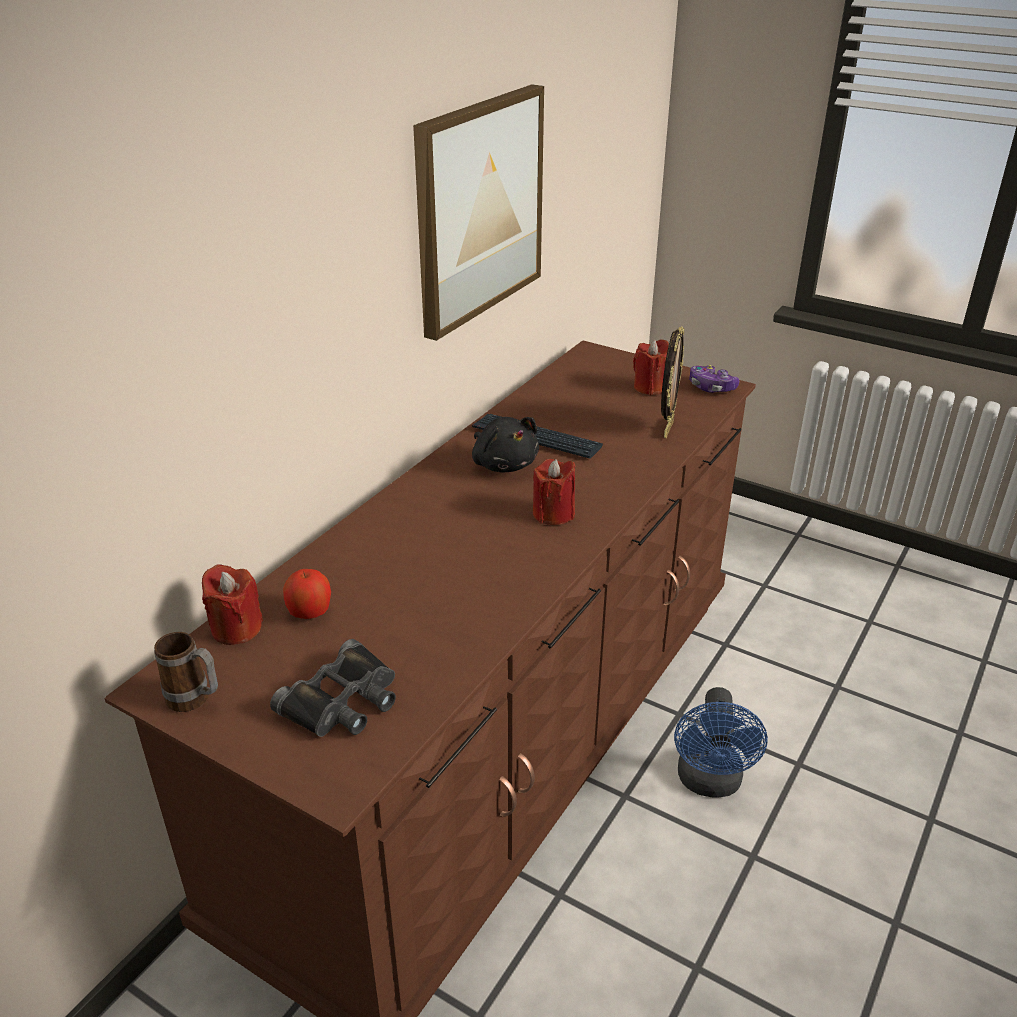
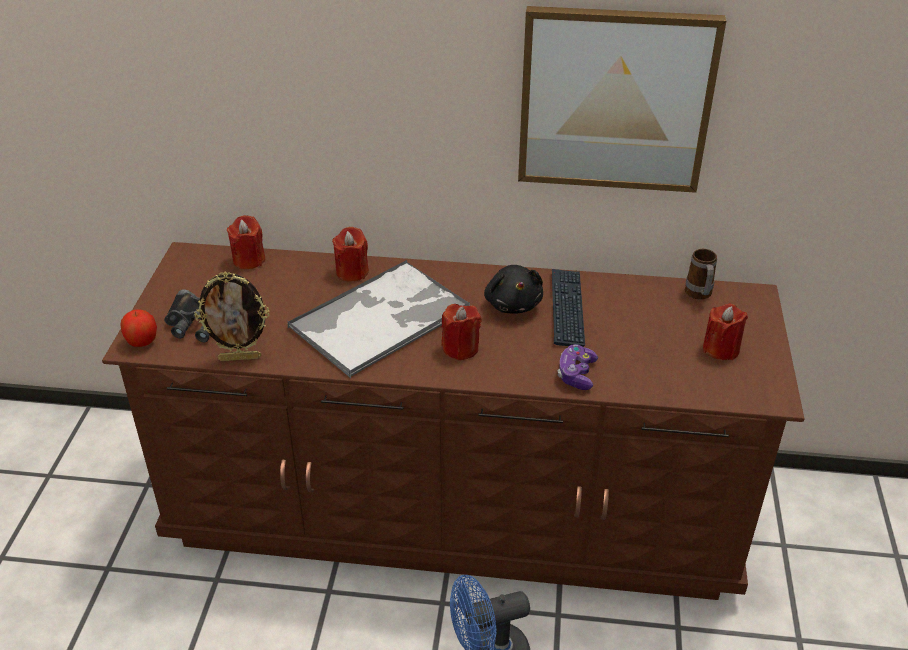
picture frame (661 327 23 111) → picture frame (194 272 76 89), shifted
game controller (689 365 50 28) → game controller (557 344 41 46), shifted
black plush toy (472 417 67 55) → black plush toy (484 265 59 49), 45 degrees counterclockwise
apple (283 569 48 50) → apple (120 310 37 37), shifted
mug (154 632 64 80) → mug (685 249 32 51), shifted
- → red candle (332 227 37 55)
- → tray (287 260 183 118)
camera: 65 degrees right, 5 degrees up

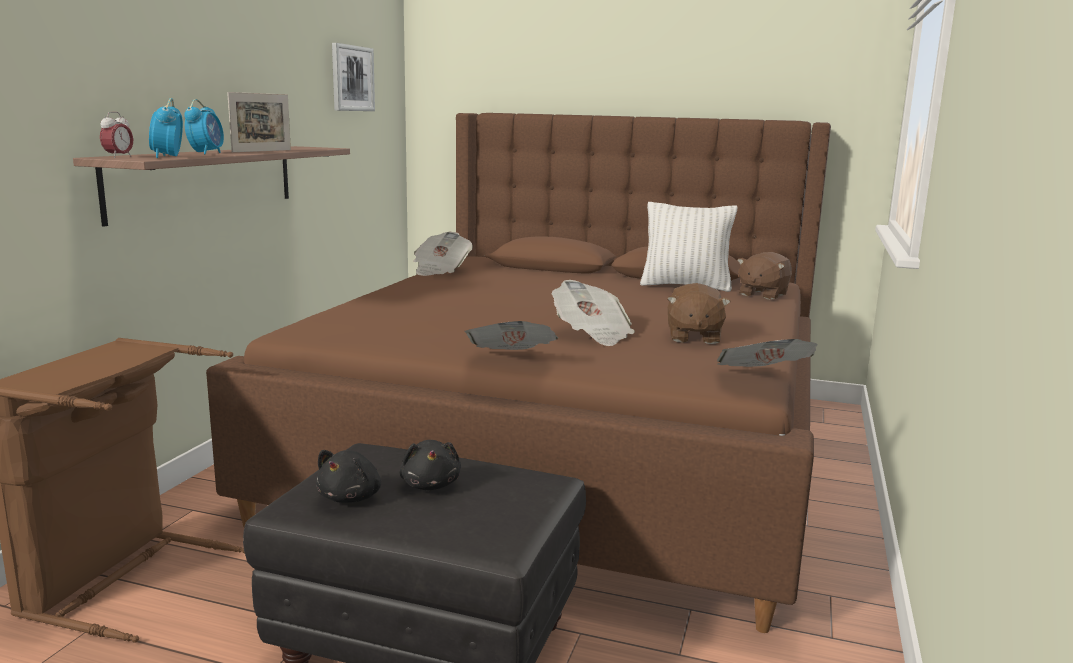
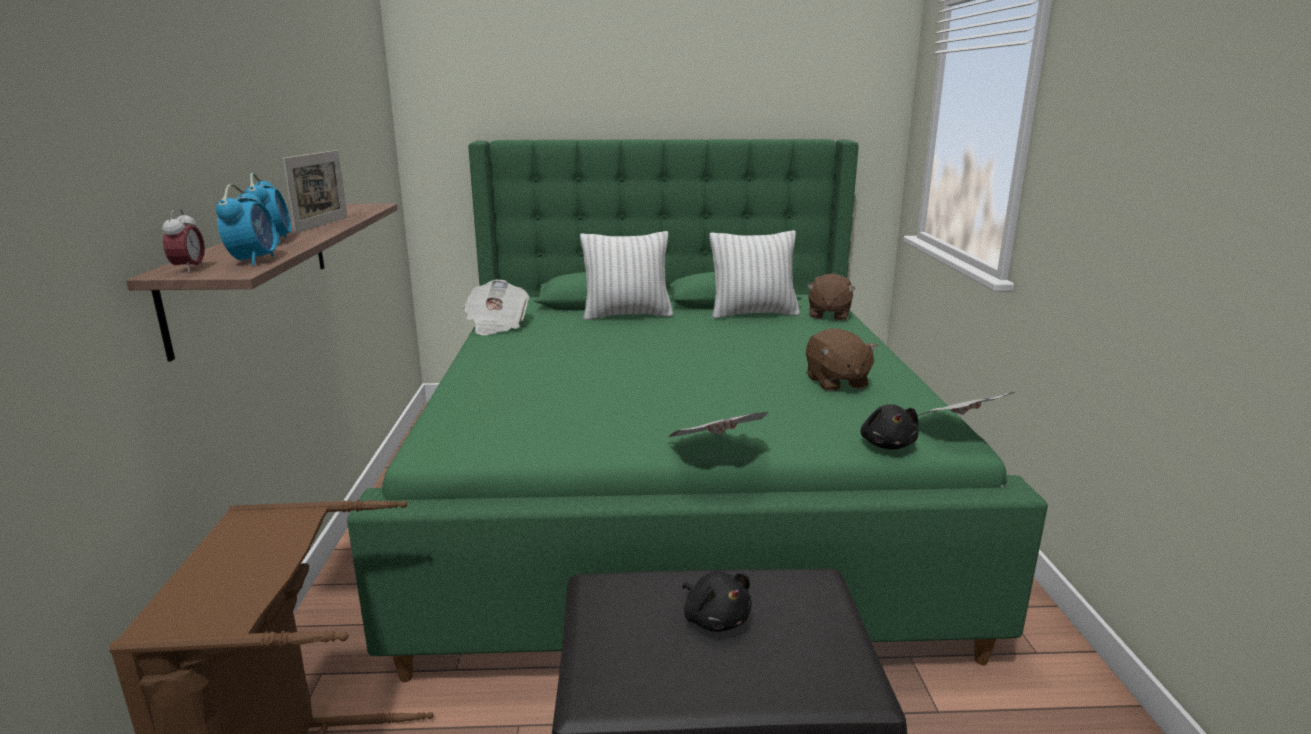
picture (332 43 43 68) → -
alarm clock (149 98 34 60) → alarm clock (216 184 61 82), 150 degrees counterclockwise
brown bed (206 113 625 520) → green bed (347 139 701 543)
newspaper (552 280 83 66) → -
black plush toy (316 450 65 53) → black plush toy (861 404 58 46), shifted
- → white pillow (580 231 93 89)
camera: 20 degrees left, 5 degrees up

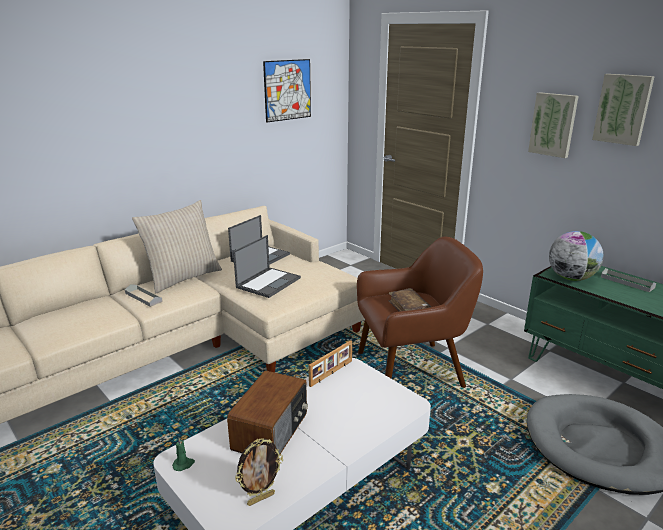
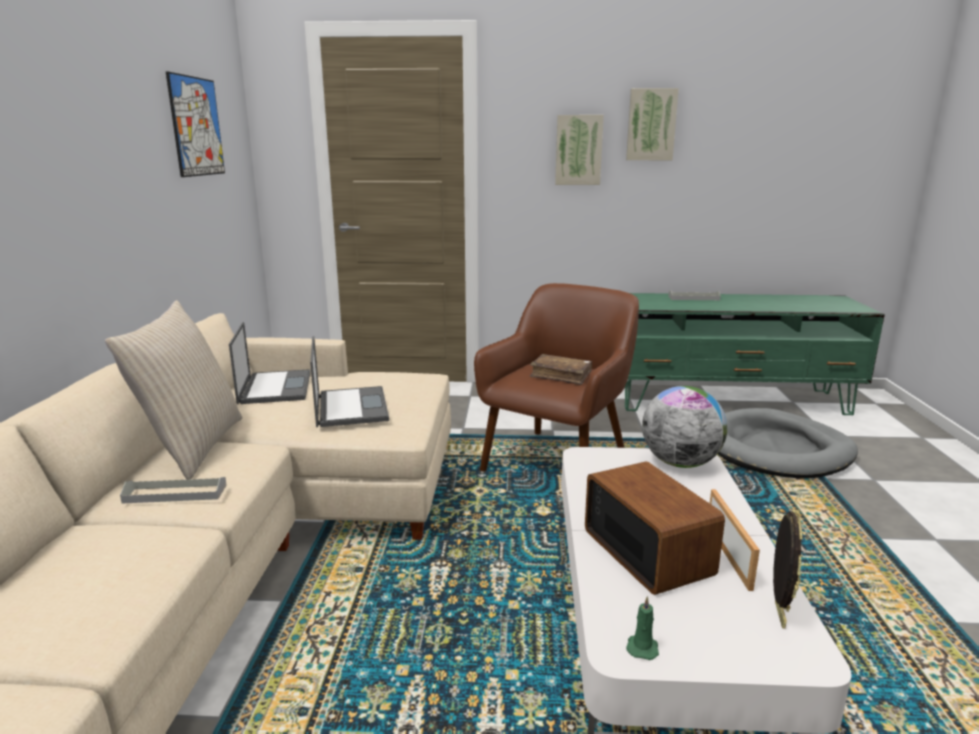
globe (549 231 55 50) → globe (642 386 85 82), shifted
picture frame (309 340 43 47) → picture frame (710 489 50 102), shifted
camera: 45 degrees left, 5 degrees down

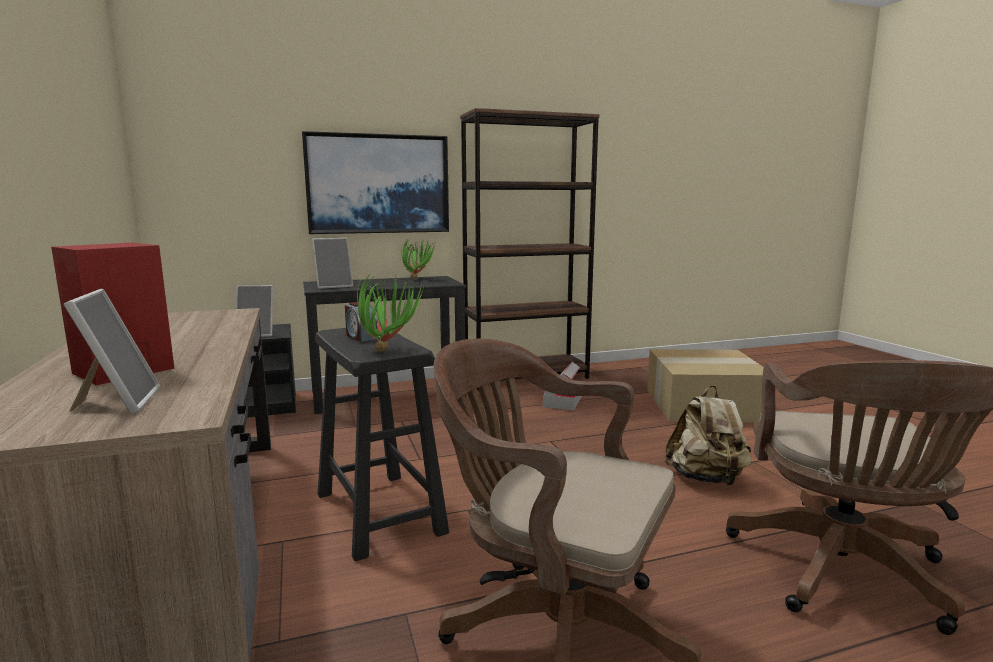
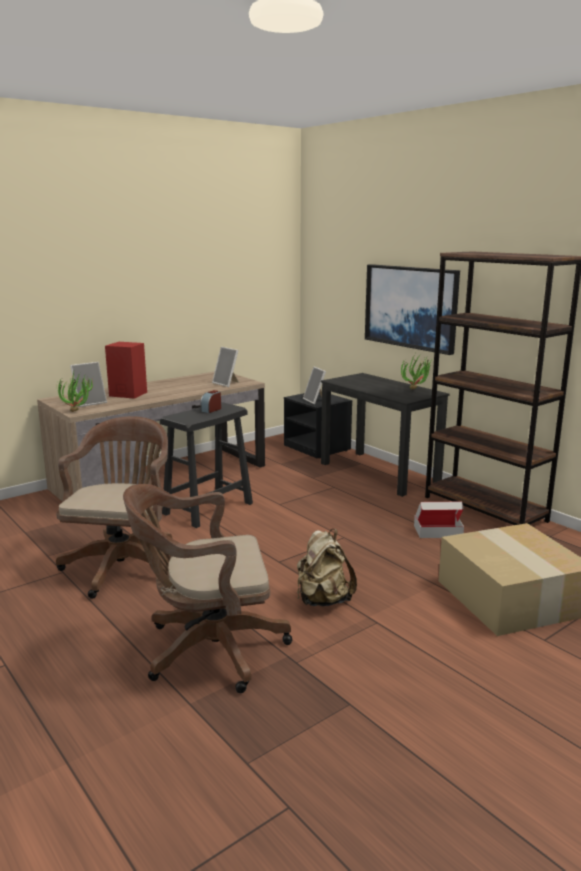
picture frame (312 238 41 51) → picture frame (212 347 27 40), shifted
potted plant (357 269 67 83) → potted plant (58 372 35 40), shifted
camera: 70 degrees right, 5 degrees up

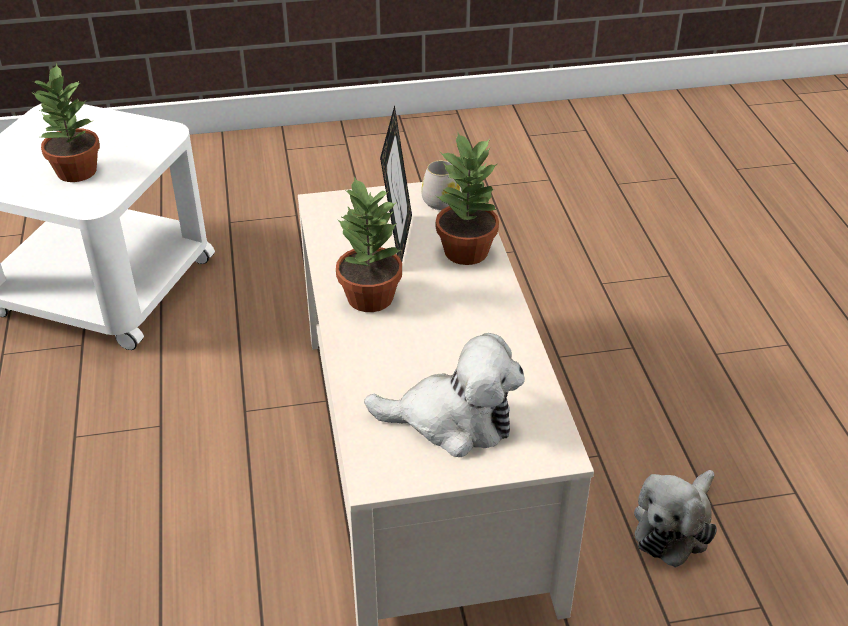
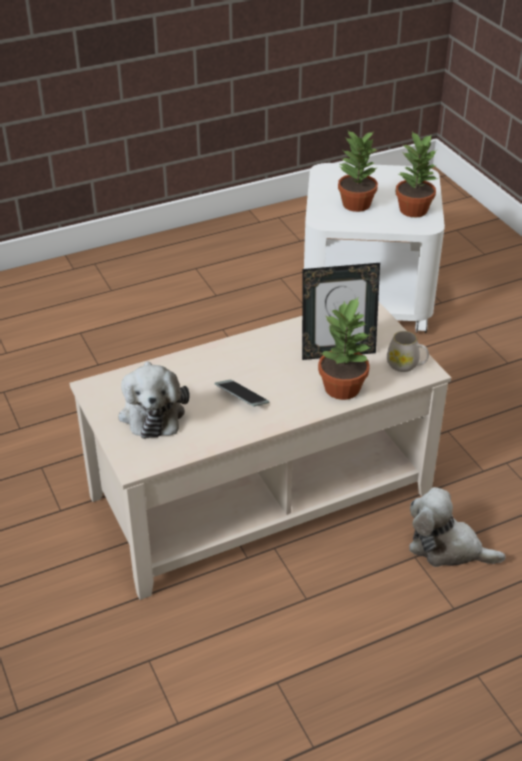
potted plant (336 176 66 136) → potted plant (396 131 41 86), shifted
plush toy (634 470 83 98) → plush toy (409 487 97 80), shifted
- → phone (215 380 55 27)
camera: 75 degrees right, 0 degrees up

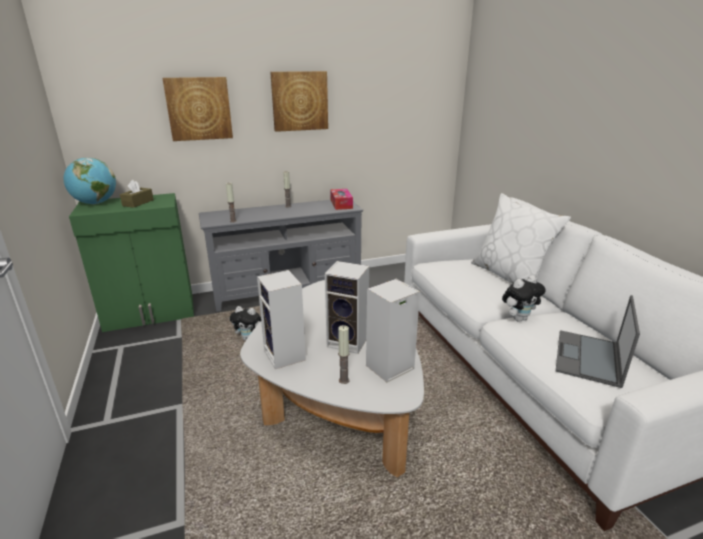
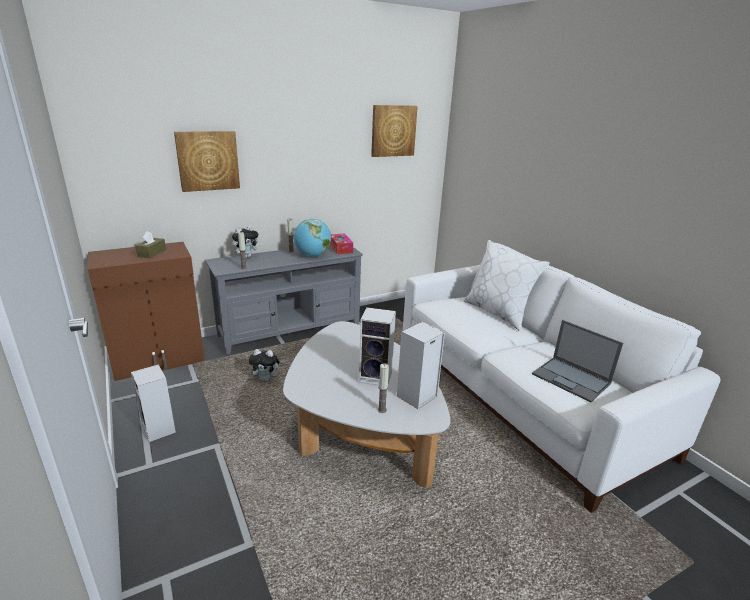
picture (270 71 58 61) → picture (371 105 47 52), shifted
globe (64 158 52 46) → globe (294 219 37 38), shifted
green cabinet (69 193 125 139) → brown cabinet (88 242 117 139)
speaker (257 270 49 99) → speaker (131 364 45 78), shifted
plush toy (502 275 44 47) → plush toy (232 226 29 32), shifted
laptop (556 295 84 93) → laptop (532 320 91 82), 60 degrees counterclockwise
camera: 10 degrees left, 0 degrees up

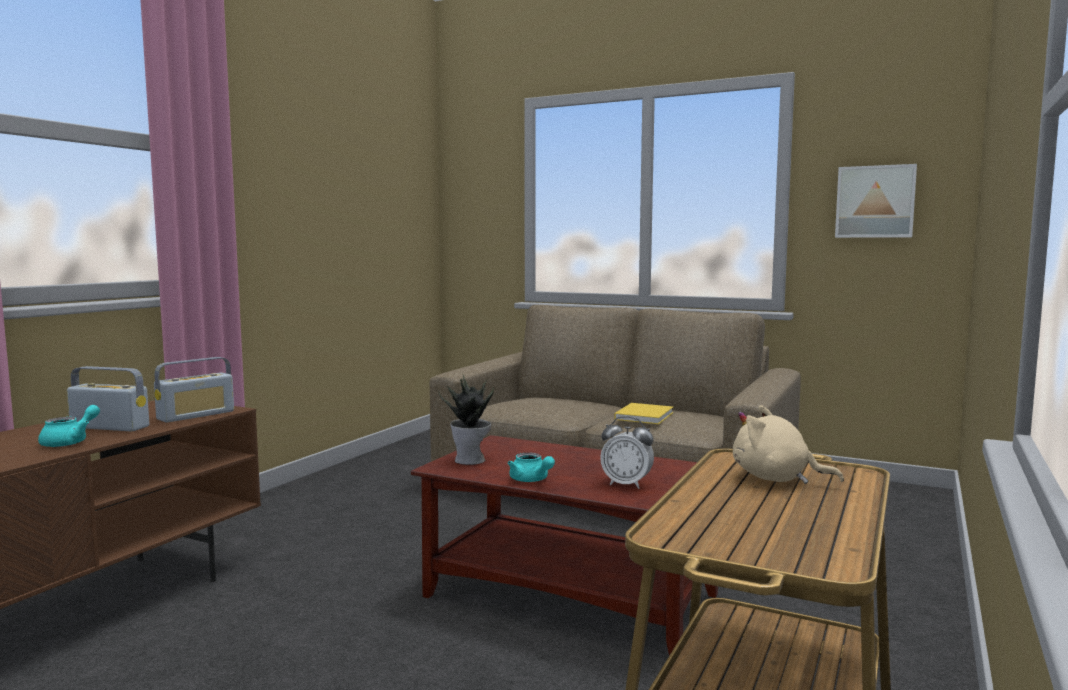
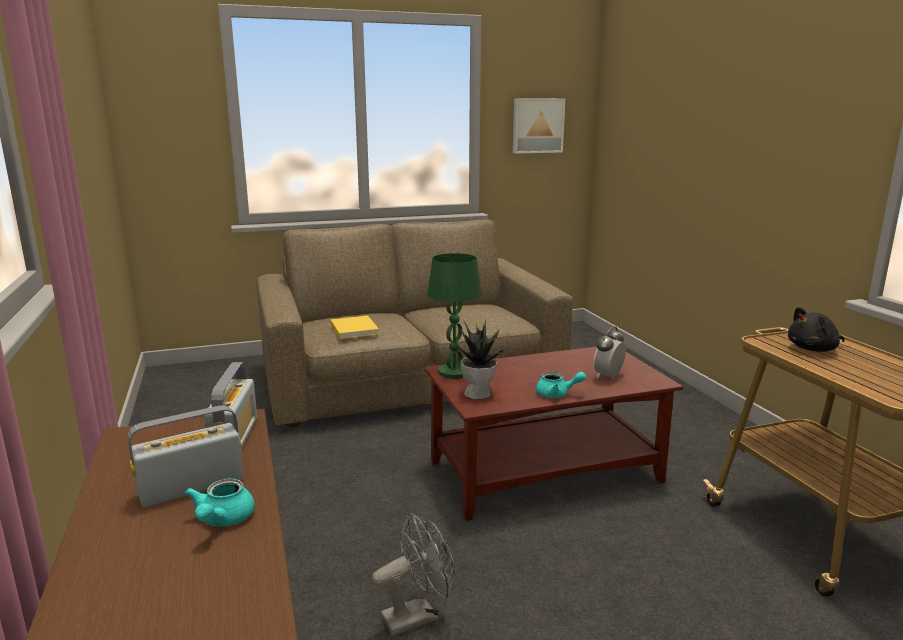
yellow book (614 403 59 21) → yellow book (330 316 49 23), shifted
turquoise teapot (38 405 62 42) → turquoise teapot (185 478 70 48), 150 degrees counterclockwise
beige plush toy (733 405 111 79) → black plush toy (788 307 57 45)
alarm clock (600 416 54 73) → alarm clock (593 326 33 53), 150 degrees clockwise
- → green table lamp (427 253 55 126)
- → grey fan (372 513 83 123)
camera: 45 degrees left, 10 degrees up

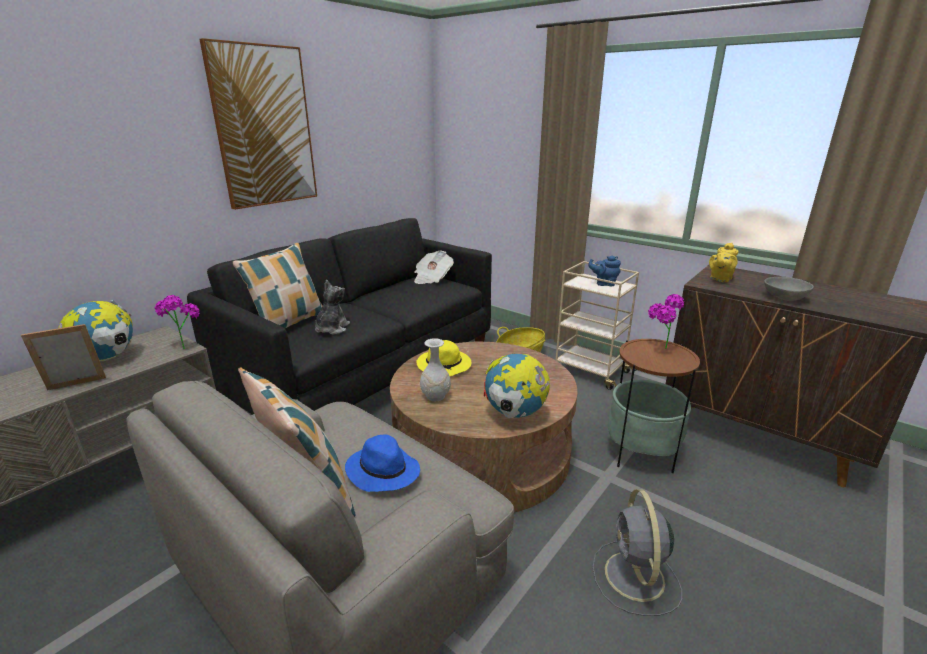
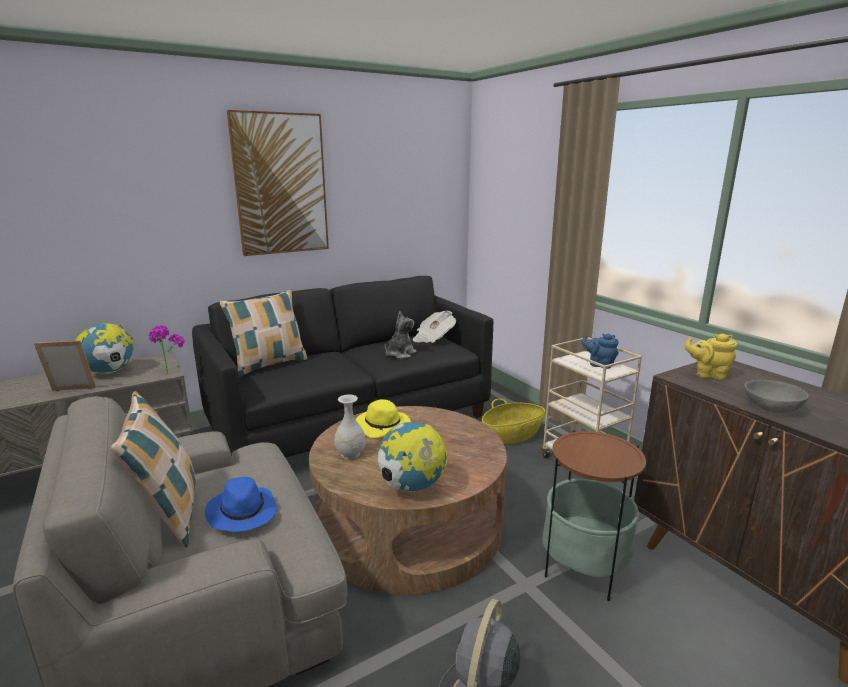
yellow teapot (709 243 29 39) → yellow teapot (684 333 53 47), 45 degrees clockwise
plush toy (315 280 35 55) → plush toy (385 311 32 48), shifted
potted plant (648 294 36 55) → -
camera: 20 degrees right, 5 degrees down

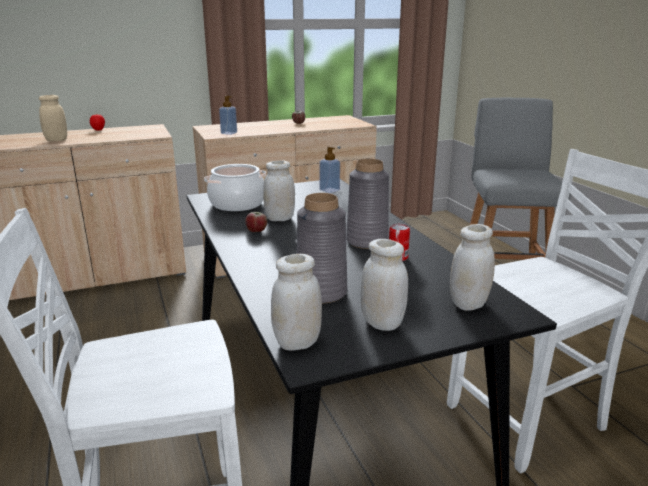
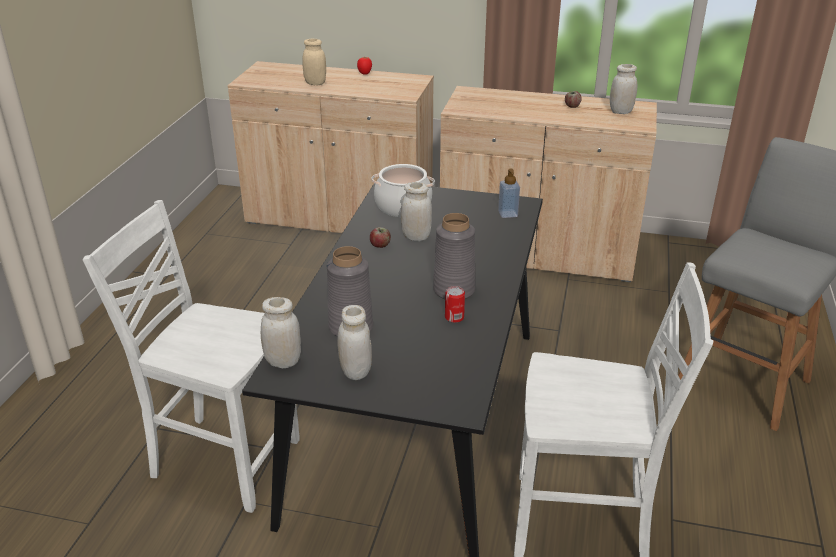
soap dispenser (219 96 18 39) → -
white jar (450 224 45 87) → white jar (610 64 27 50), shifted
camera: 35 degrees right, 10 degrees up

